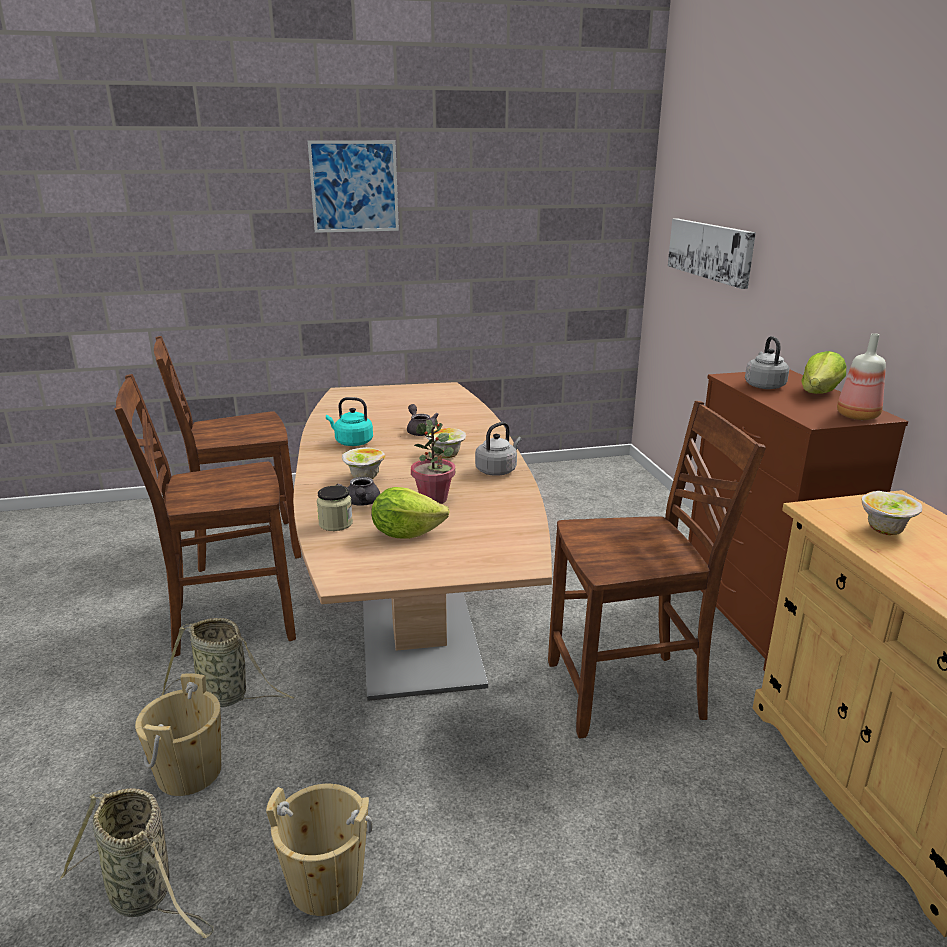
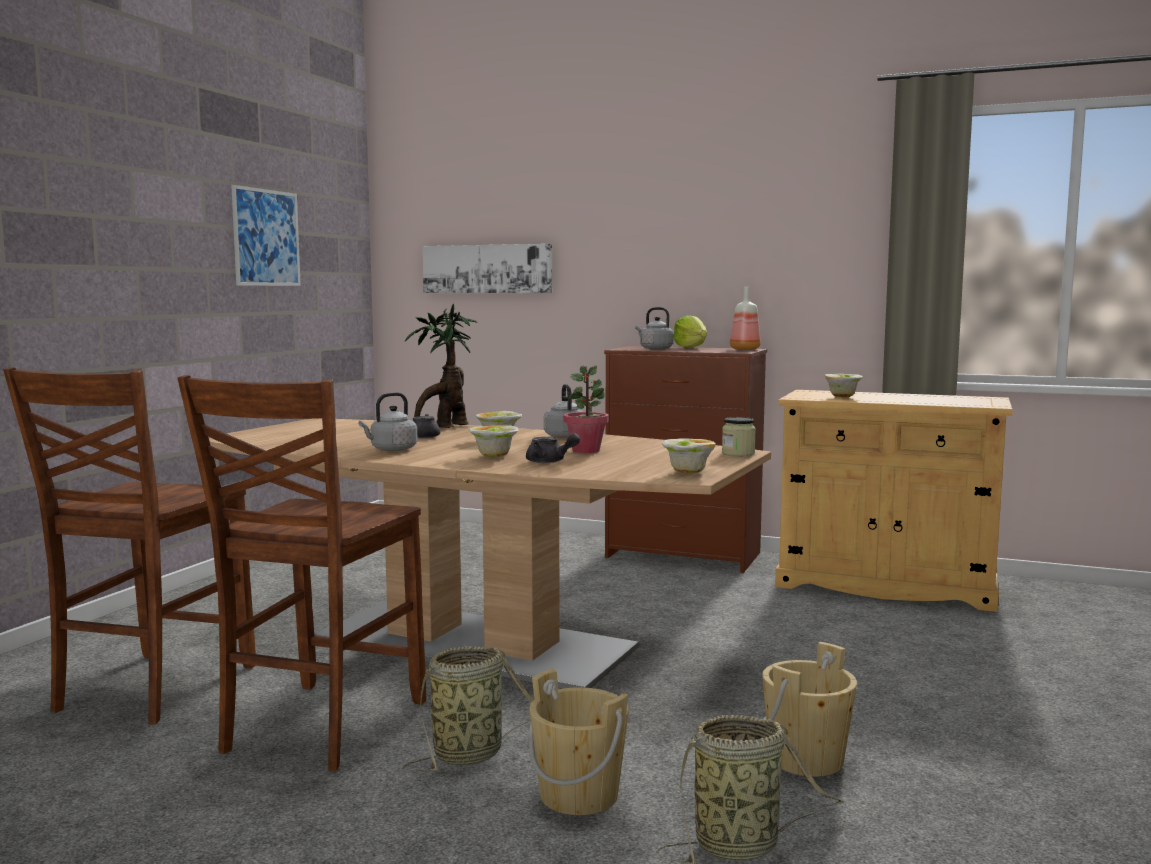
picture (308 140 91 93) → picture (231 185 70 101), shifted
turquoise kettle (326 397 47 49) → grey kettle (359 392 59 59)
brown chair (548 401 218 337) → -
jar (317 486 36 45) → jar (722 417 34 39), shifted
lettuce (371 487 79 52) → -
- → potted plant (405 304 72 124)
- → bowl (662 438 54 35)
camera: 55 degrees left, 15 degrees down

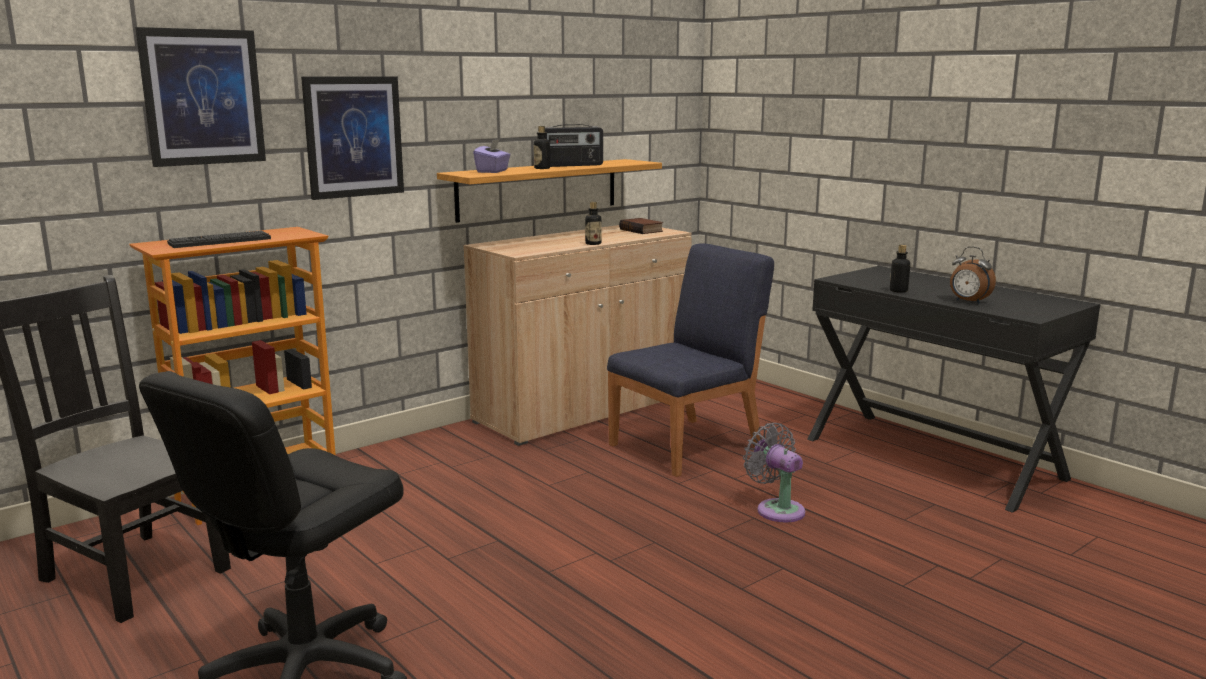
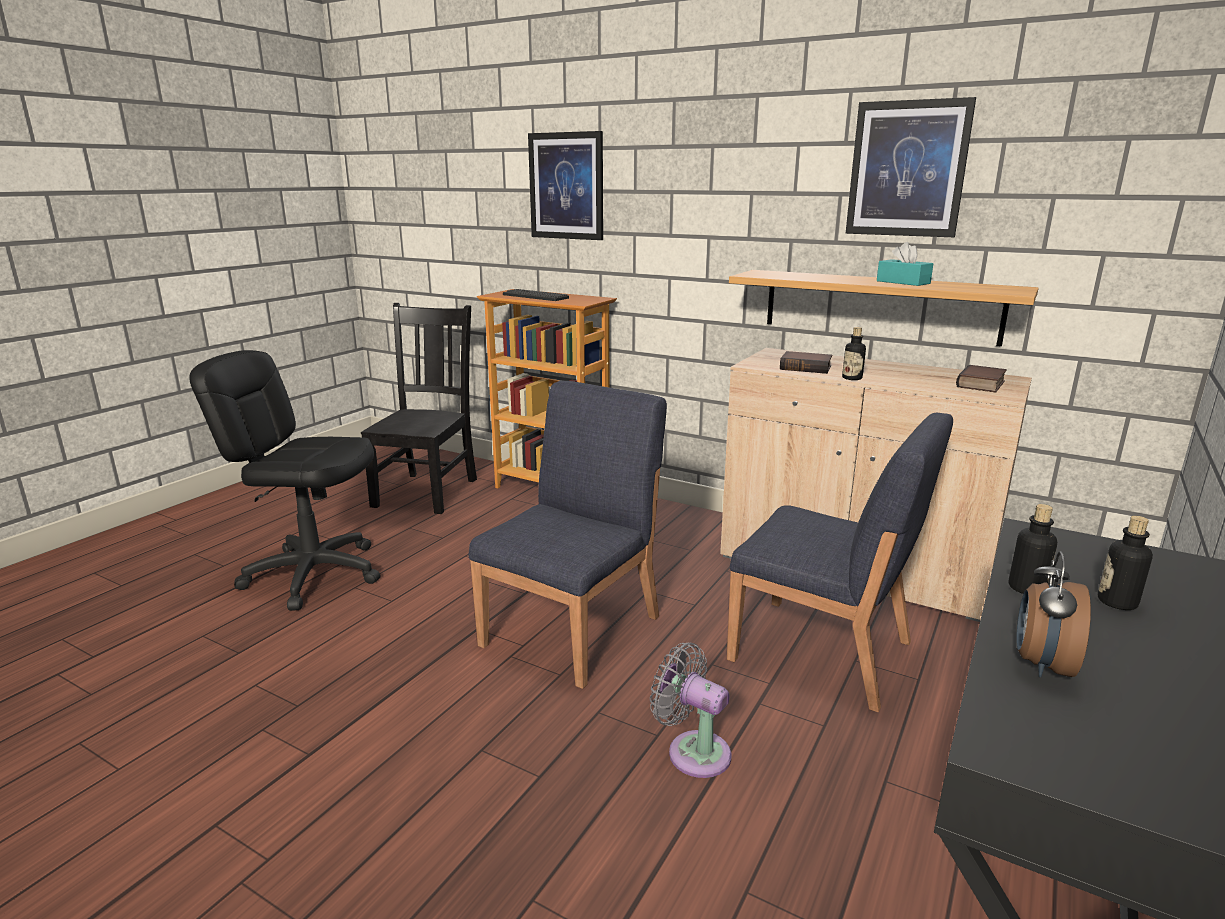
picture (301 77 103 123) → picture (845 97 131 140), shifted
radio (545 124 58 43) → turquoise tissue box (877 242 56 44)
bottle (534 126 16 43) → bottle (1098 516 55 94), shifted
purple tissue box (473 139 38 34) → -
grey fan (743 423 62 99) → grey fan (650 643 81 135), 90 degrees counterclockwise
- → book (780 351 52 23)
- → blue chair (468 380 199 309)
camera: 70 degrees right, 5 degrees up

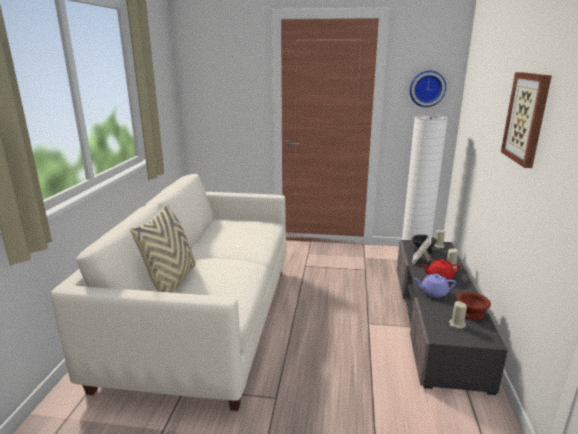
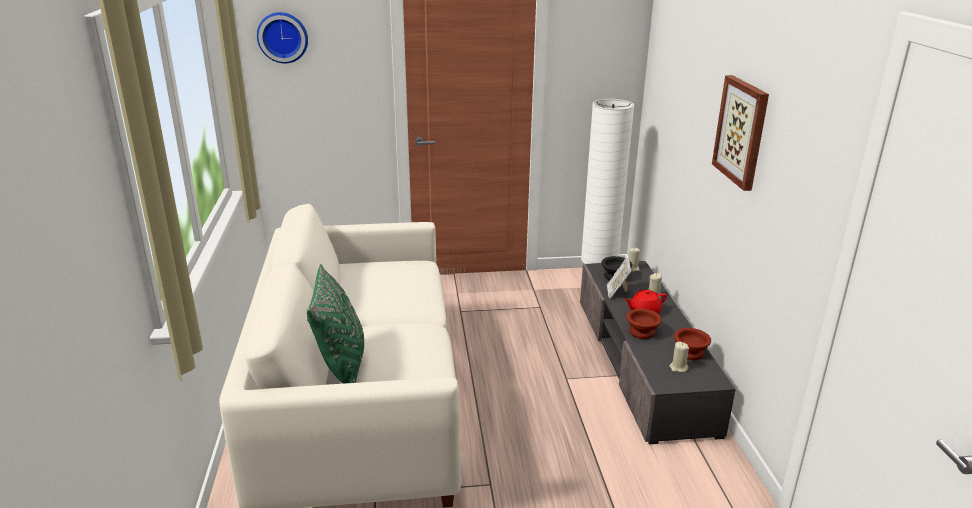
wall clock (410 71 36 36) → wall clock (257 12 51 51), shifted
beige pillow (130 203 65 90) → green pillow (307 264 57 120)
purple teapot (413 274 43 24) → brown bowl (626 309 36 30)
camera: 15 degrees left, 5 degrees up

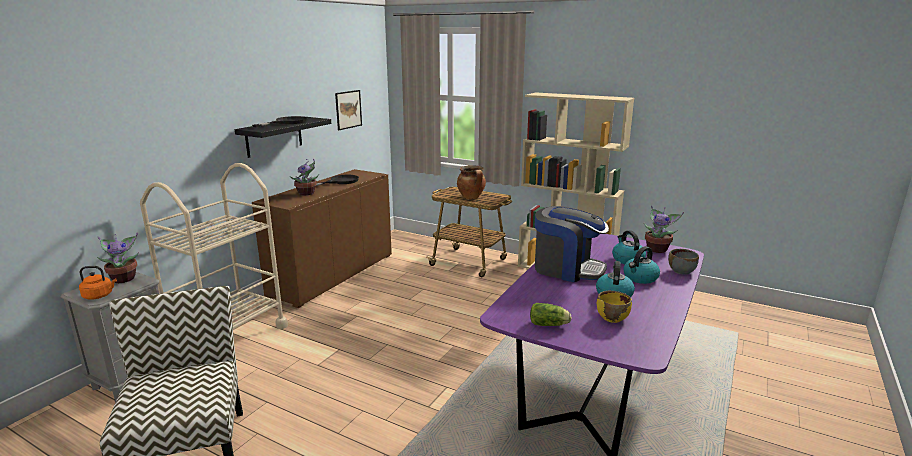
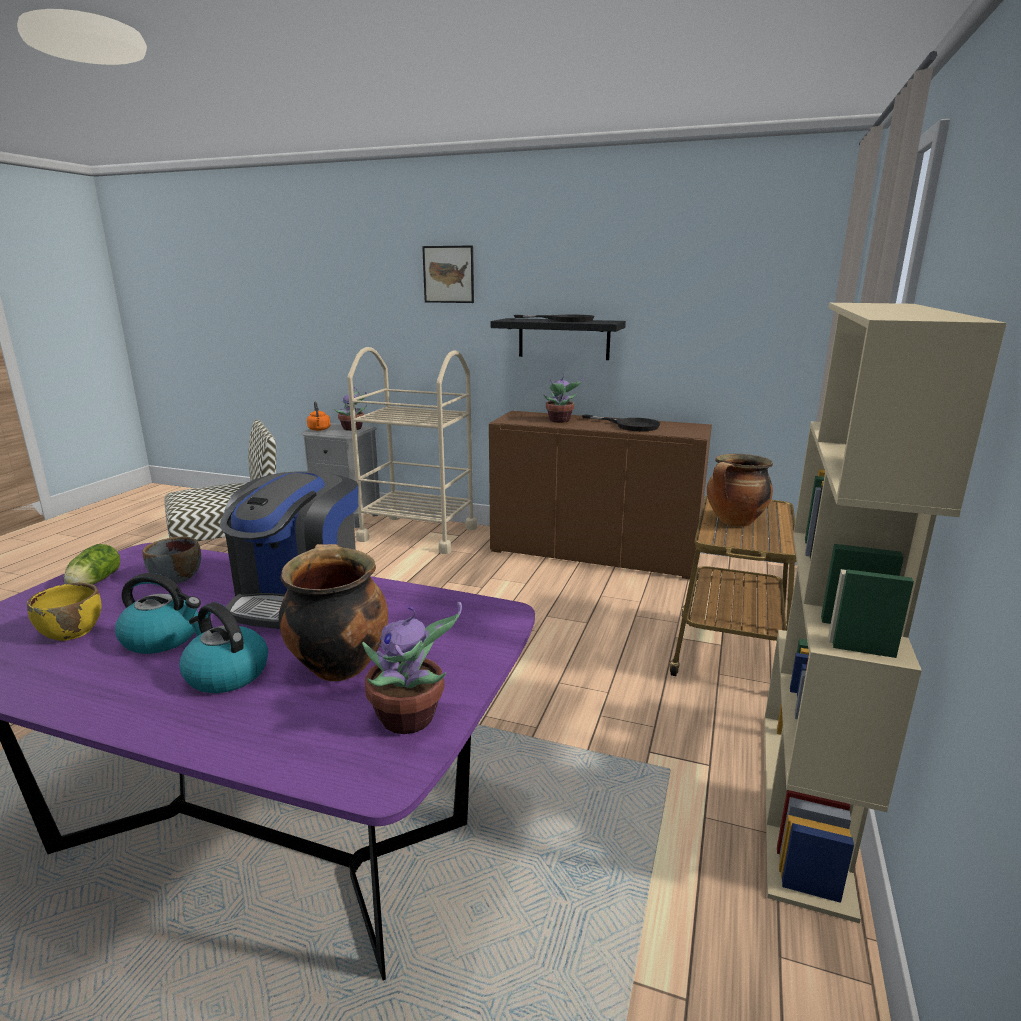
picture (335 90 27 40) → picture (422 245 52 58), shifted
kettle (612 230 34 34) → cooking pot (278 544 110 137)
grey bowl (668 249 31 26) → grey bowl (142 537 59 47), shifted
camera: 80 degrees right, 0 degrees up

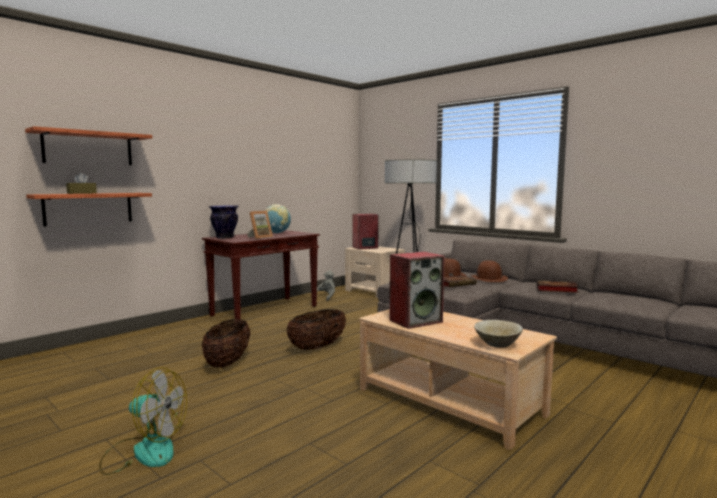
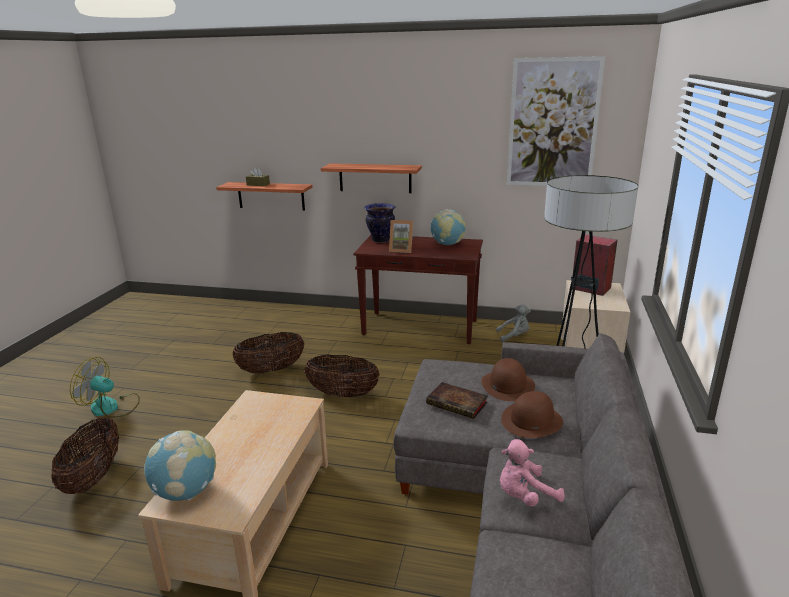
shelf (25 126 127 39) → shelf (321 163 101 30), shifted
speaker (390 252 55 77) → -
book (537 280 42 13) → pink plush toy (500 439 65 68)
beige bowl (474 320 49 28) → globe (144 430 72 71)
fan (99 367 88 108) → fan (70 357 70 61), 120 degrees clockwise
- → picture (507 56 98 130)
- → basket (51 417 68 77)
camera: 60 degrees right, 15 degrees up

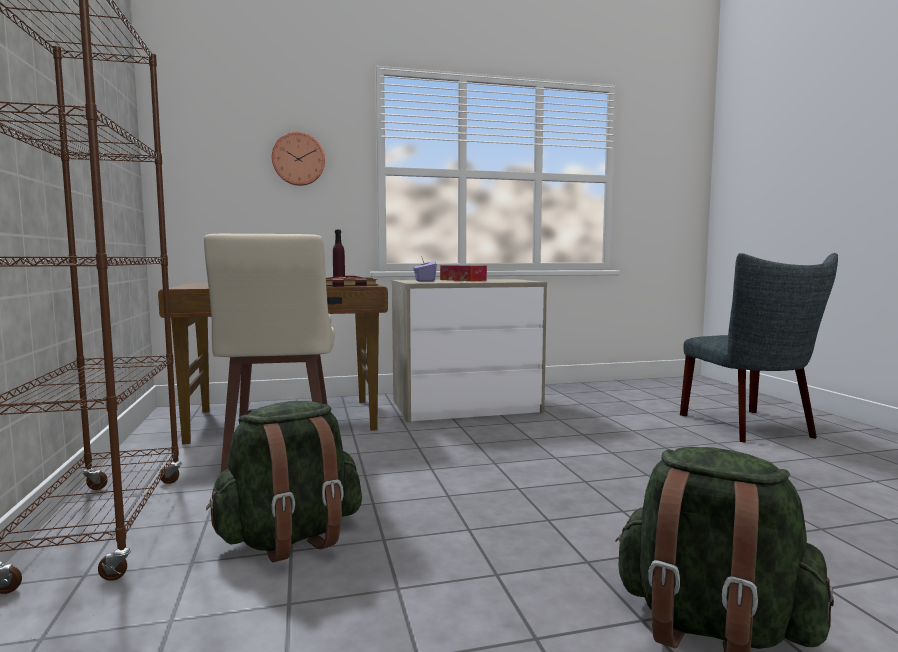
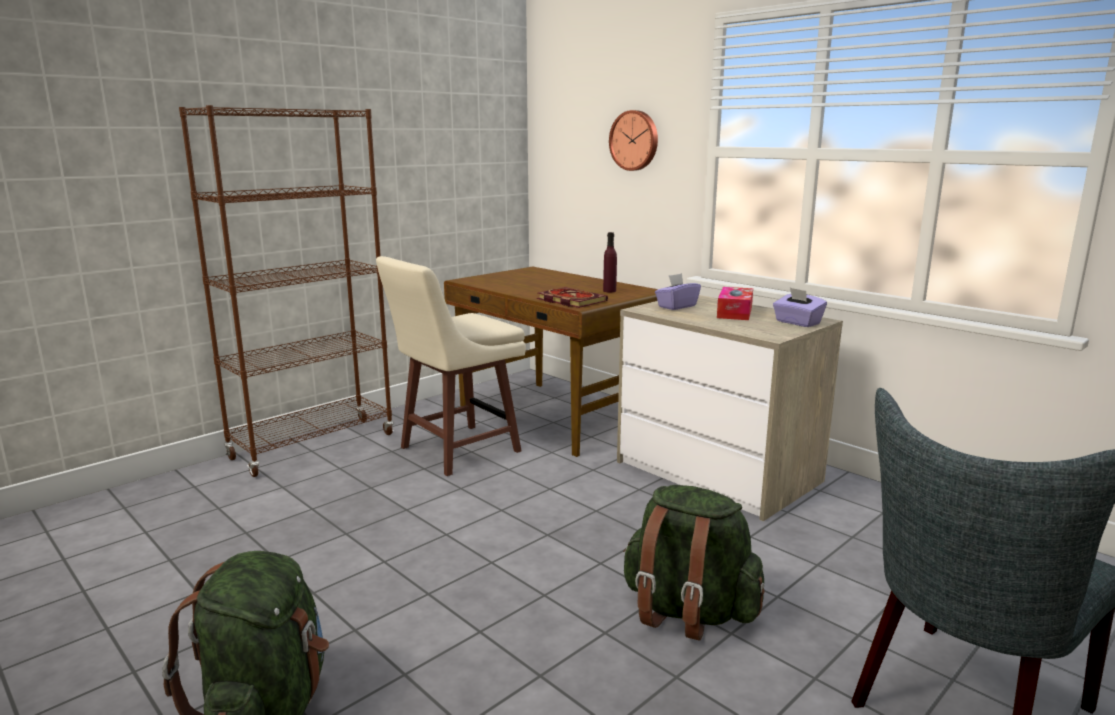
green backpack (206 401 156 161) → green backpack (623 485 142 156), shifted
- → purple tissue box (773 288 54 39)
camera: 60 degrees right, 10 degrees up

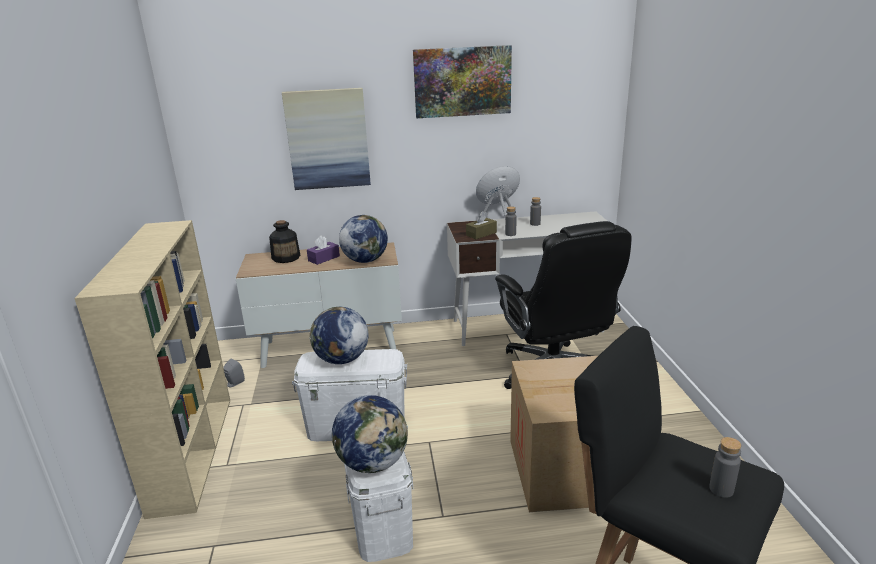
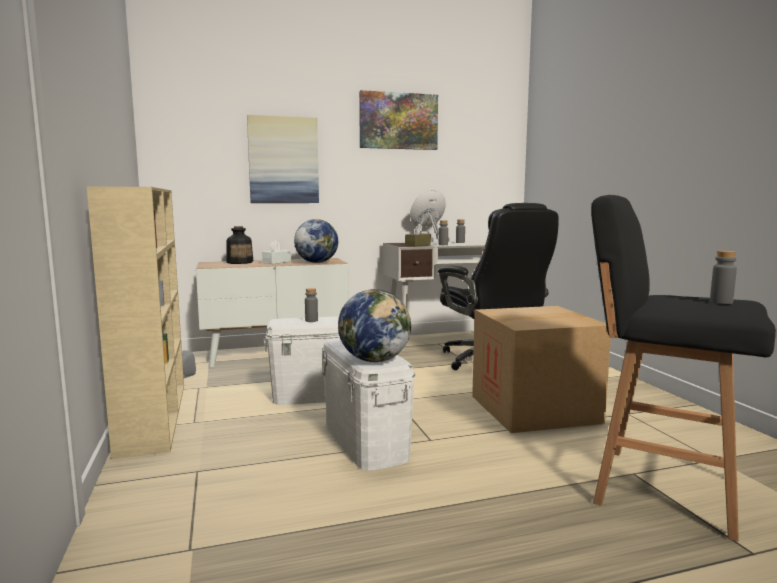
purple tissue box (307 236 33 29) → white tissue box (262 240 29 24)
globe (310 307 59 57) → grey bottle (305 288 13 34)
camera: 10 degrees left, 15 degrees down

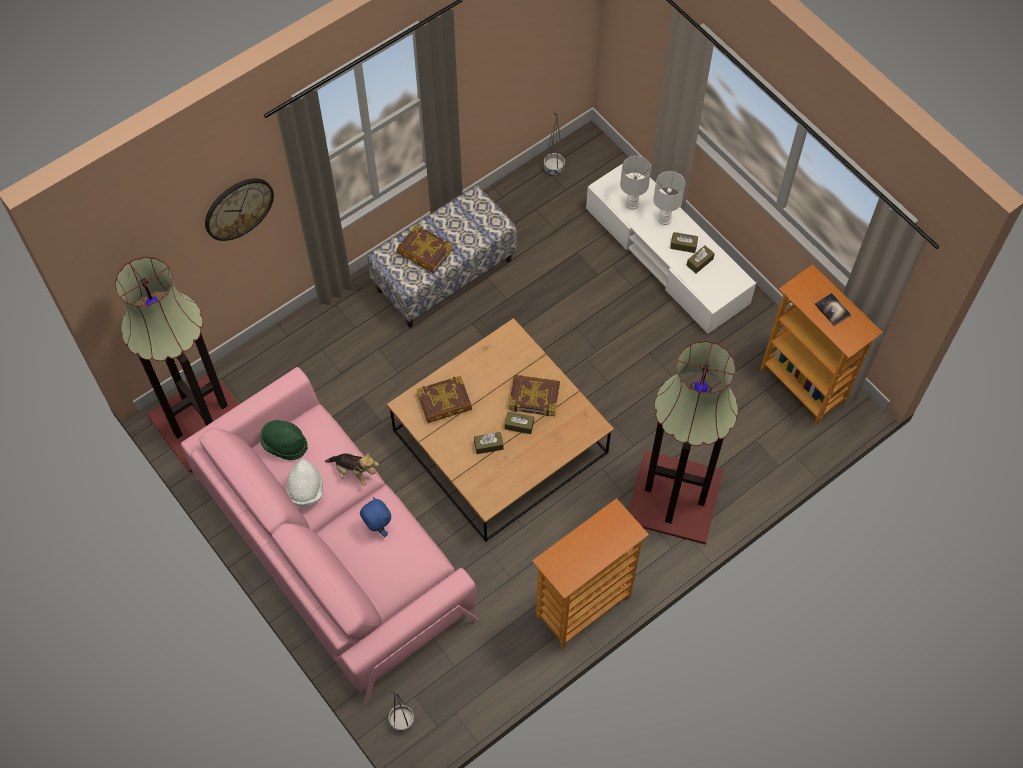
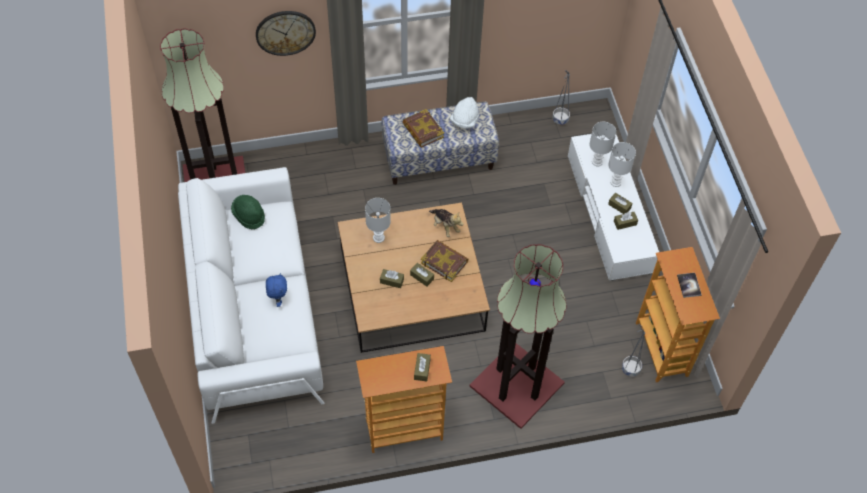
pink sofa (181 367 298 337) → white sofa (178 167 147 257)
book (416 376 56 47) → white table lamp (365 198 26 45)
plush toy (325 452 54 34) → plush toy (429 209 34 28), shifted
white hat (286 459 37 47) → white hat (450 97 29 32), shifted
grey planter (386 689 29 44) → grey planter (622 326 23 51), shifted
- → brown tissue box (414 353 17 28)
camera: 25 degrees right, 5 degrees down

